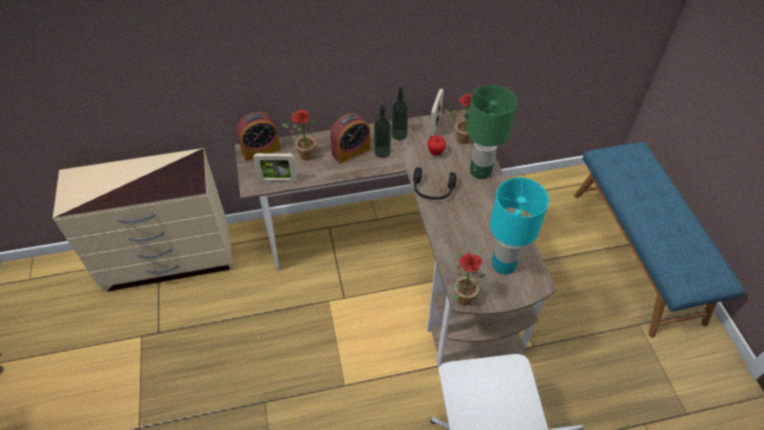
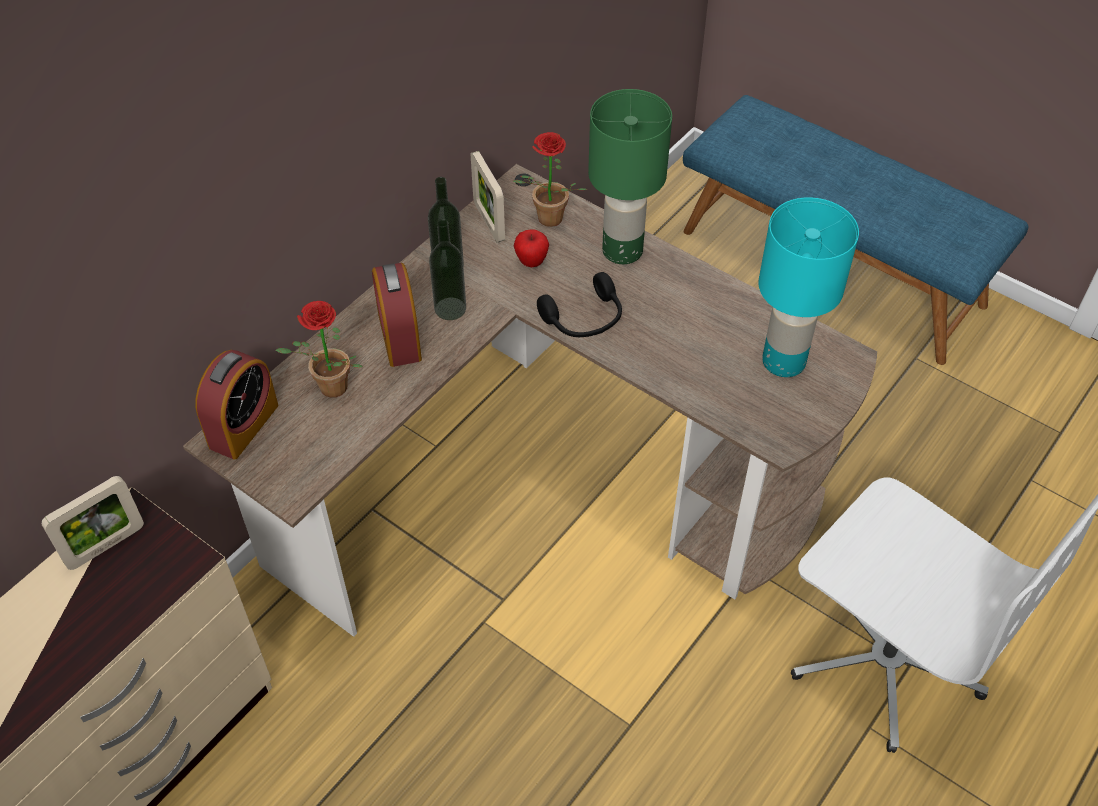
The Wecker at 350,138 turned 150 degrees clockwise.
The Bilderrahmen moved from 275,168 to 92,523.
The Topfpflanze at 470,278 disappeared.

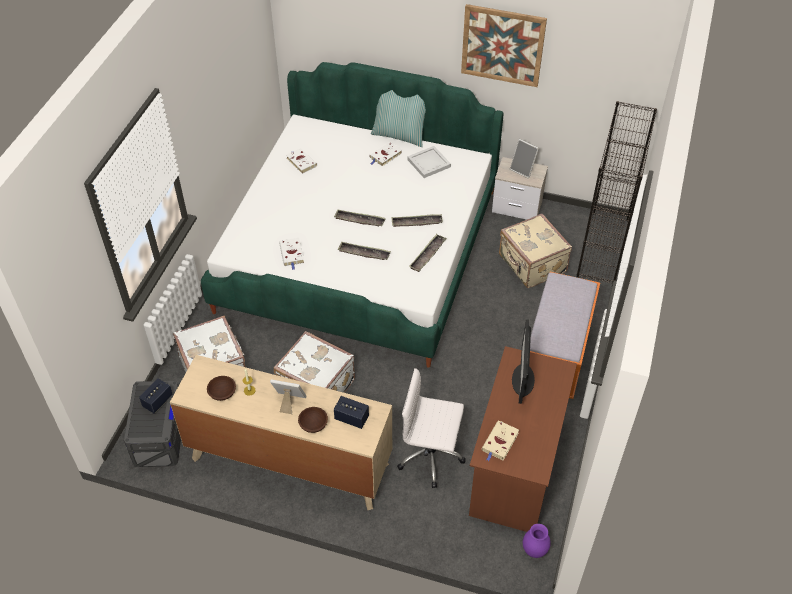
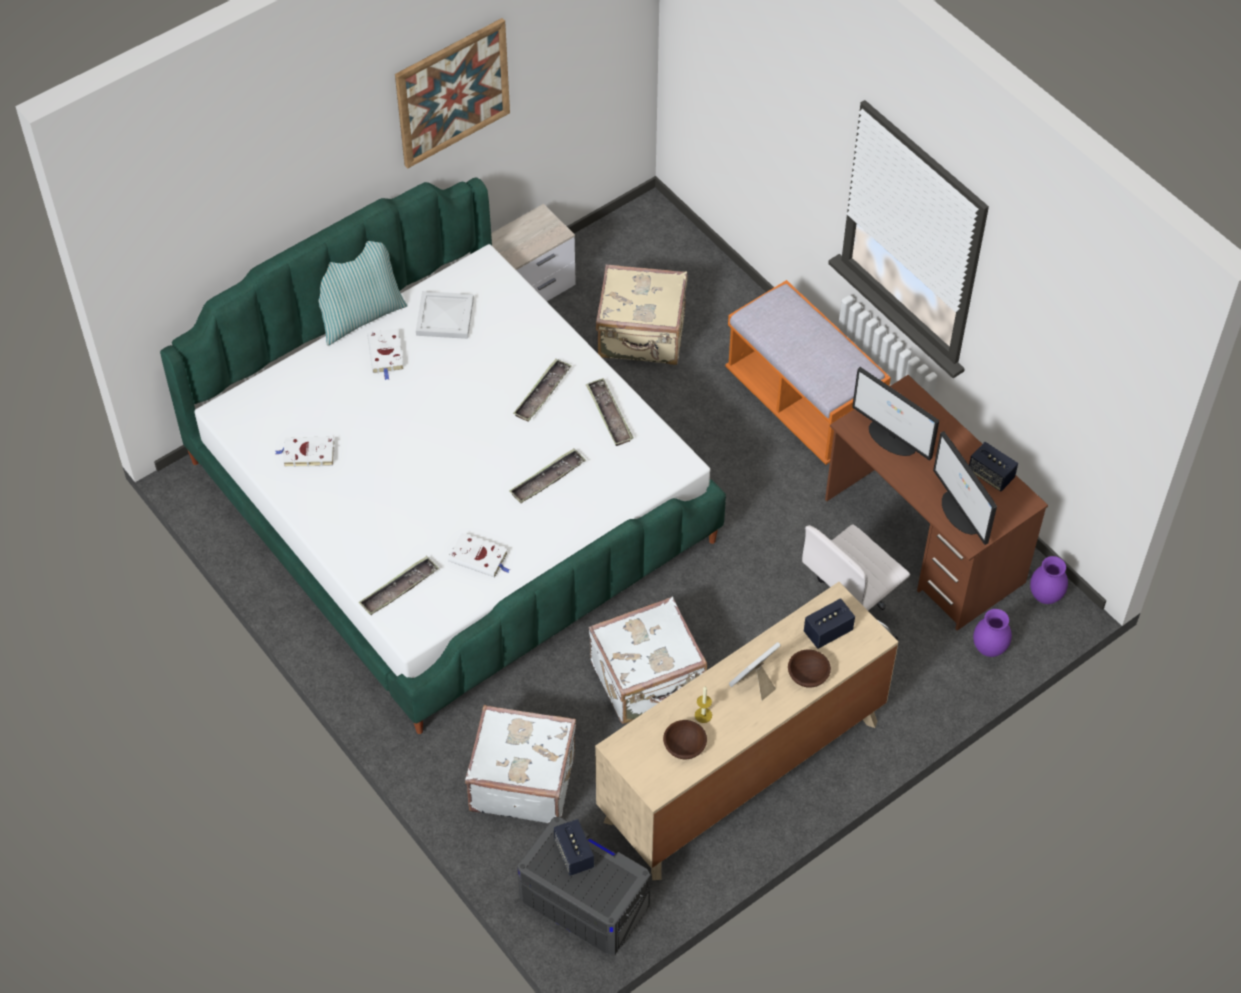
The Bücherregal (schwarz) at 617,193 disappeared.
The Bilderrahmen at 524,159 disappeared.
The Tablett moved from 360,217 to 398,585.
The Buch (beige) at 500,441 was replaced by the Monitor at 965,488.
The Lautsprecher at 993,467 appeared.
The Vase (lila) at 992,633 appeared.

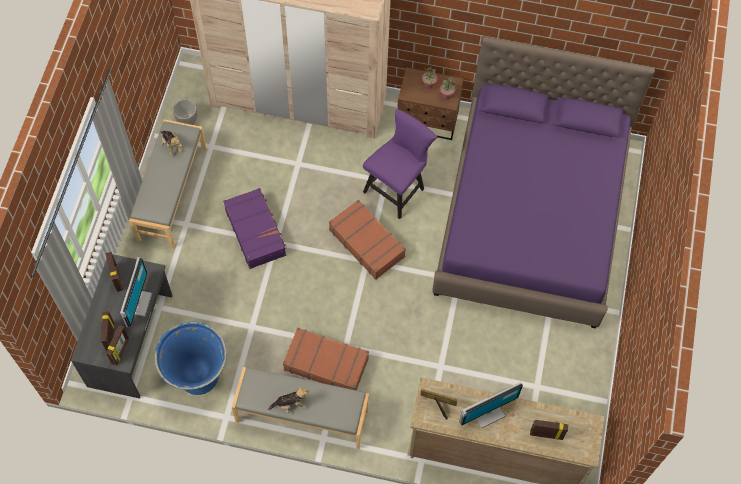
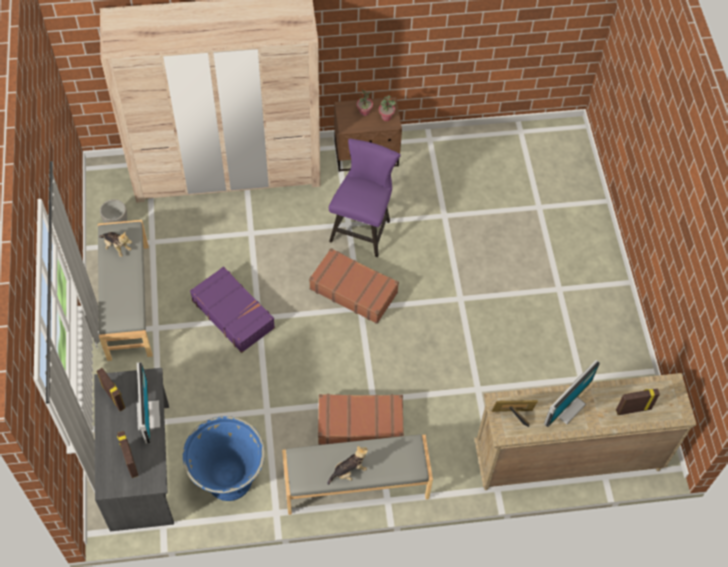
The Bett (lila) at 544,182 disappeared.
The Bilderrahmen at 117,345 disappeared.

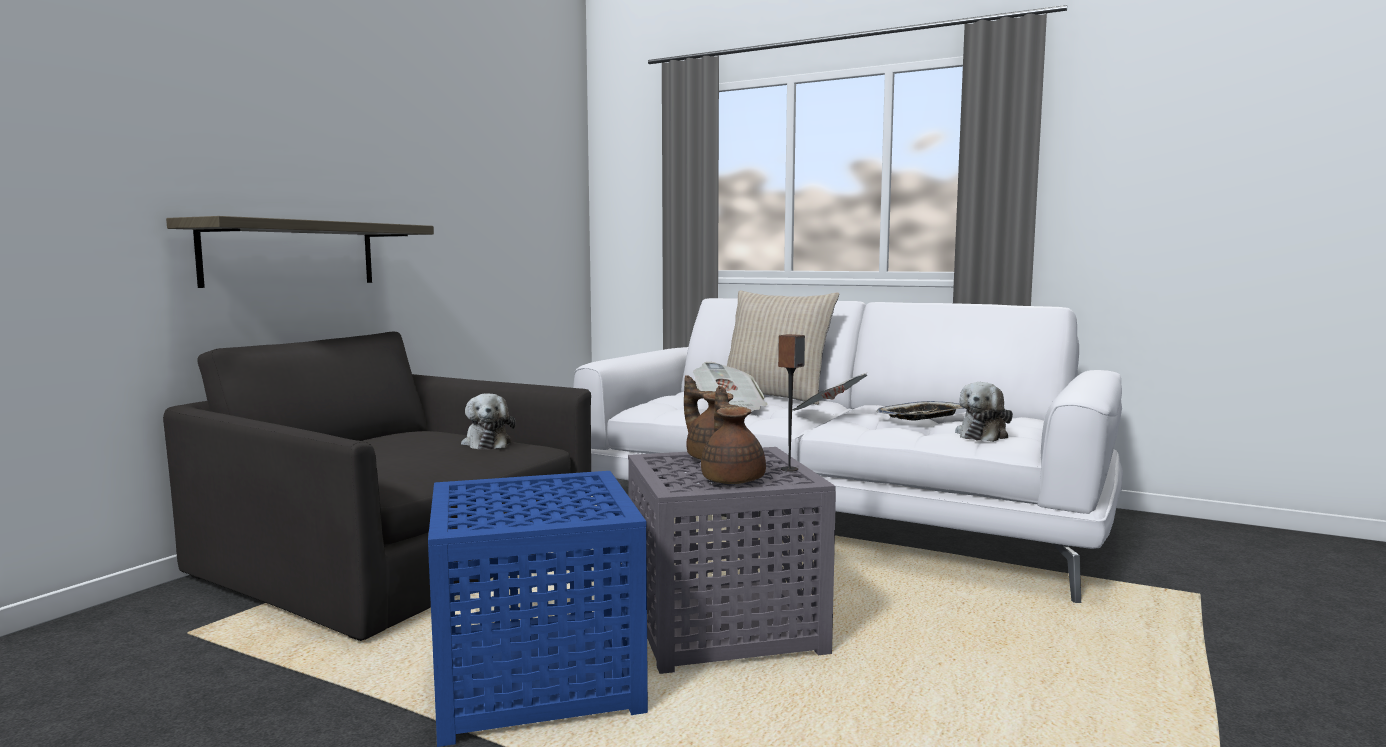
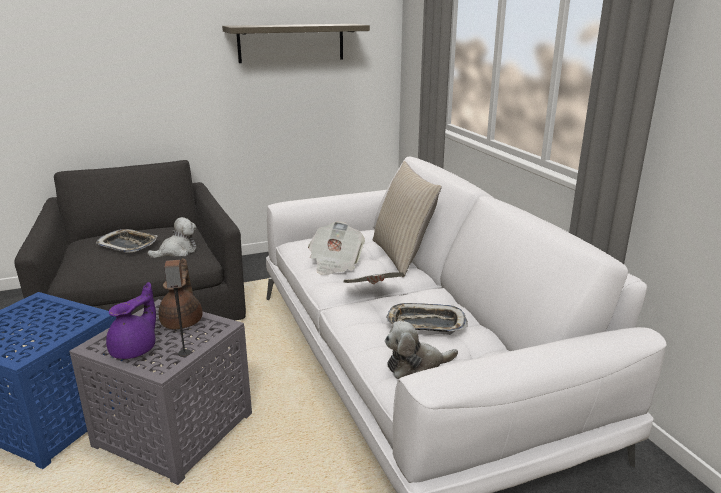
The Wandregal moved from 300,252 to 296,43.
The Teekanne (braun) at 733,435 became the Teekanne (lila) at 131,320.
The Plüschtier at 488,421 turned 150 degrees counterclockwise.
The Tablett at 127,241 appeared.

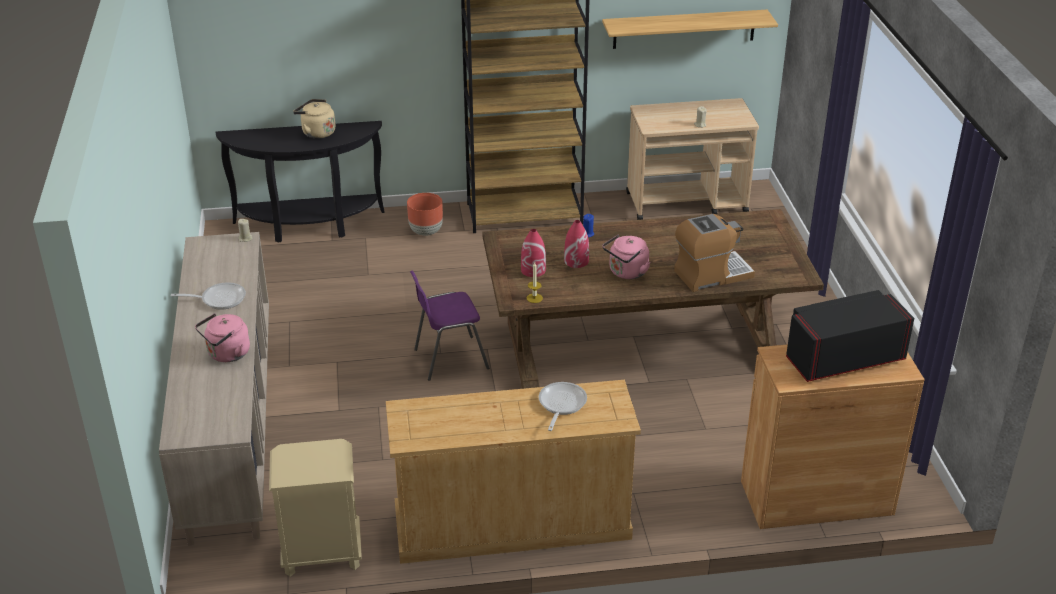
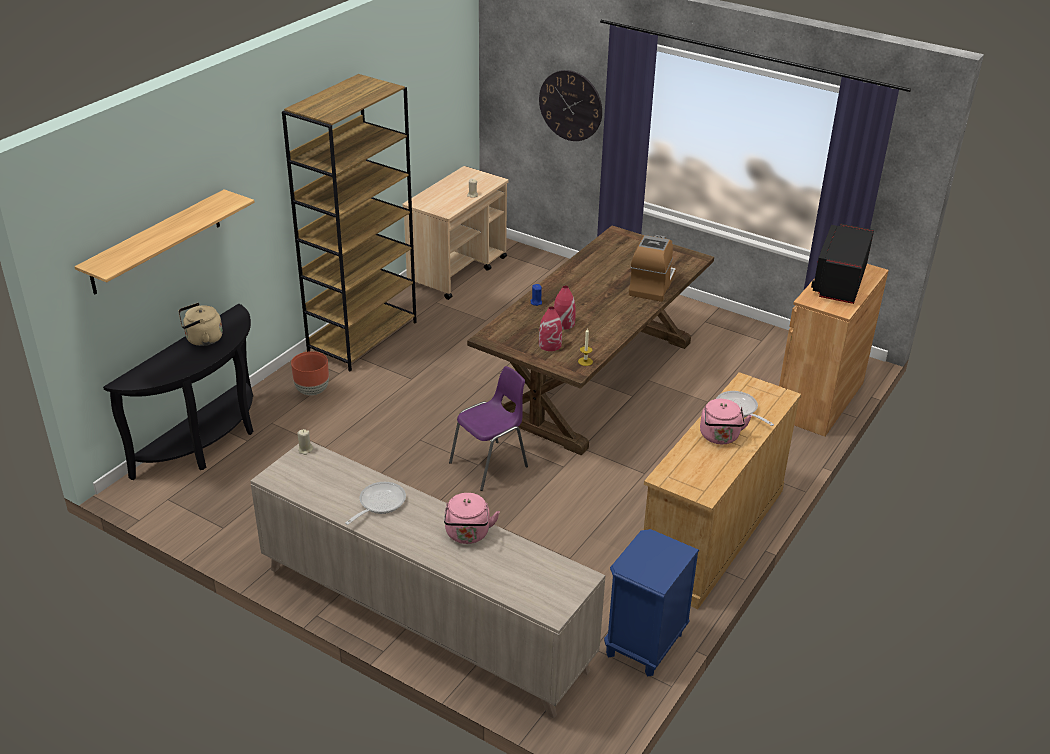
The Wandregal moved from 690,29 to 164,242.
The Wasserkessel (rosa) moved from 626,256 to 726,421.
The Stuhl (lila) at 449,326 turned 150 degrees counterclockwise.
The Nachttisch (beige) at 315,508 became the Nachttisch (blau) at 651,603.
The Wanduhr at 570,105 appeared.

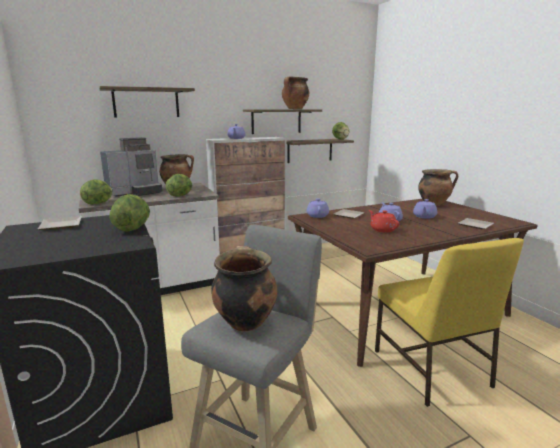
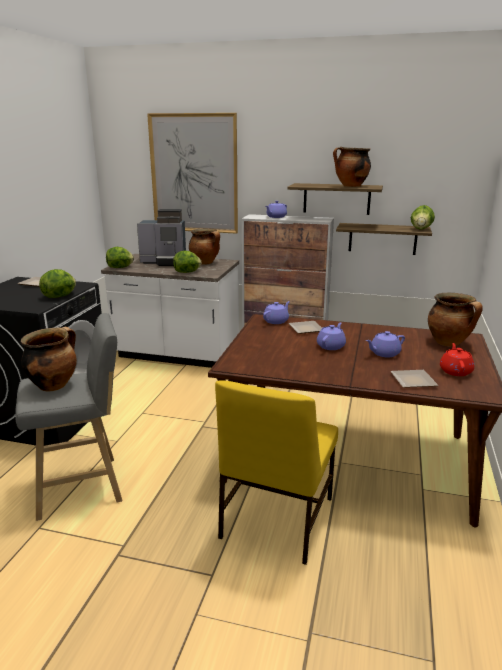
The Wandregal at 147,101 was replaced by the Bild at 192,173.
The Teekanne (rot) moved from 384,221 to 457,359.

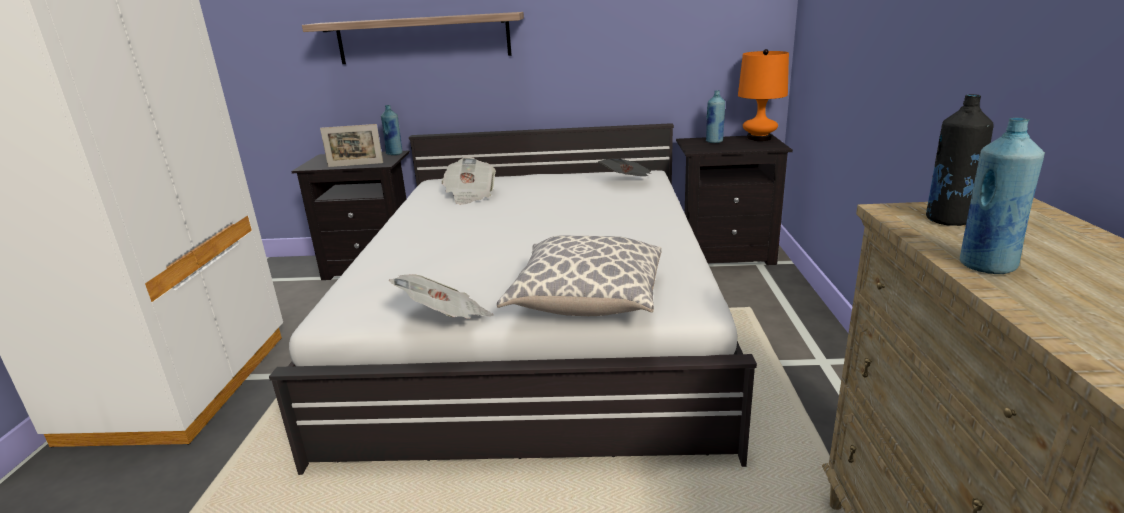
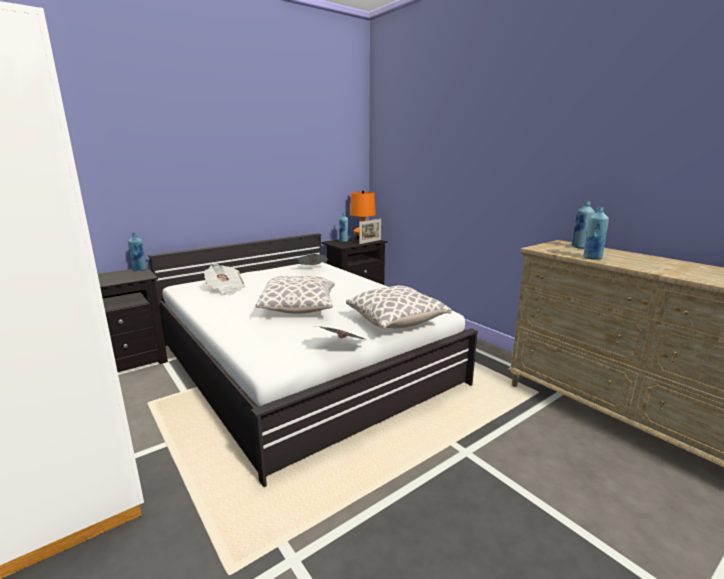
The Wandregal at 413,38 disappeared.
The Flasche (schwarz) at 960,160 disappeared.
The Bilderrahmen moved from 351,145 to 370,231.
The Flasche (blau) at 583,225 appeared.
The Kissen at 295,295 appeared.

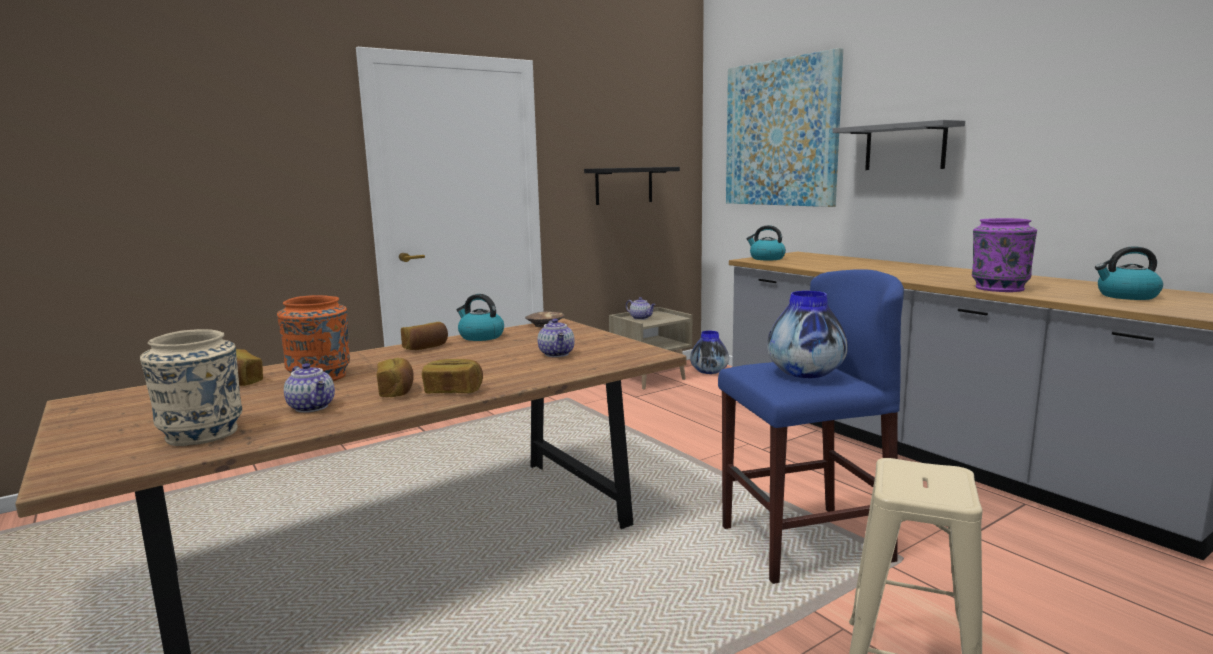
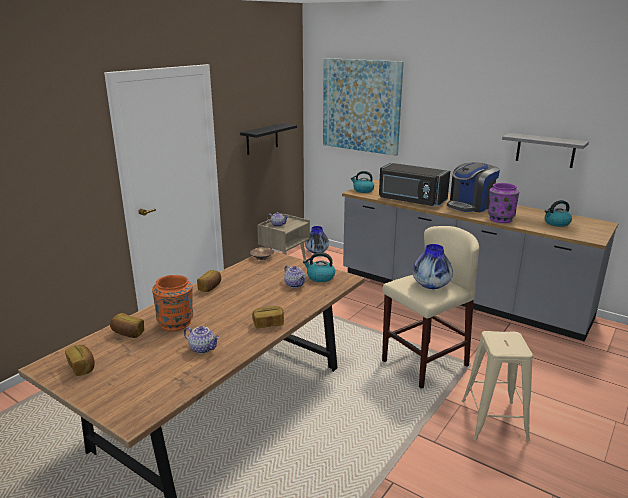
The Wandregal (grau) moved from 899,145 to 545,150.
The Hocker (blau) at 811,426 became the Hocker (beige) at 430,307.
The Wasserkessel moved from 480,317 to 319,267.
The Vase (beige) at 191,387 disappeared.
The Brot moved from 395,377 to 80,360.
The Kaffeemaschine at 473,187 appeared.
The Mikrowelle (schwarz) at 414,185 appeared.

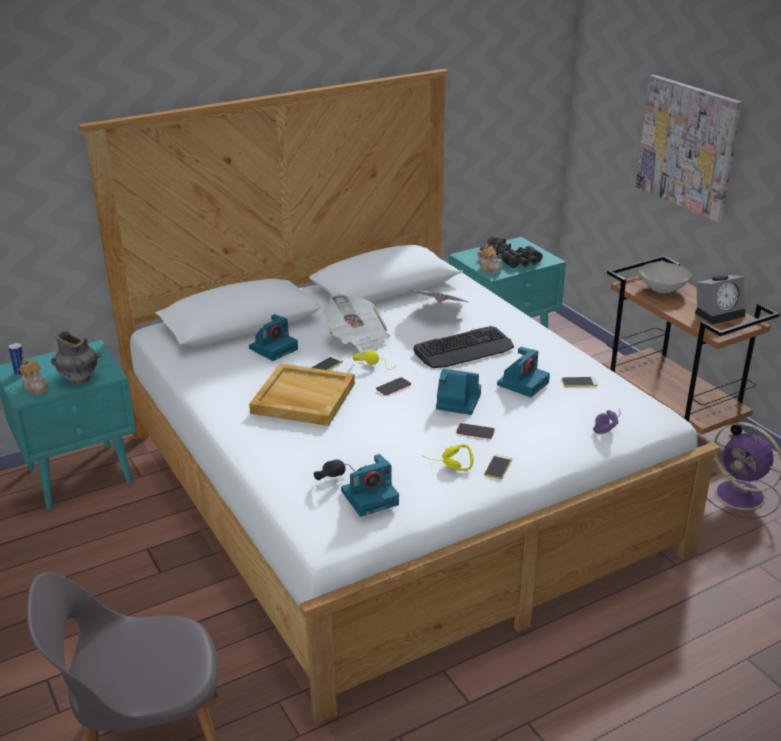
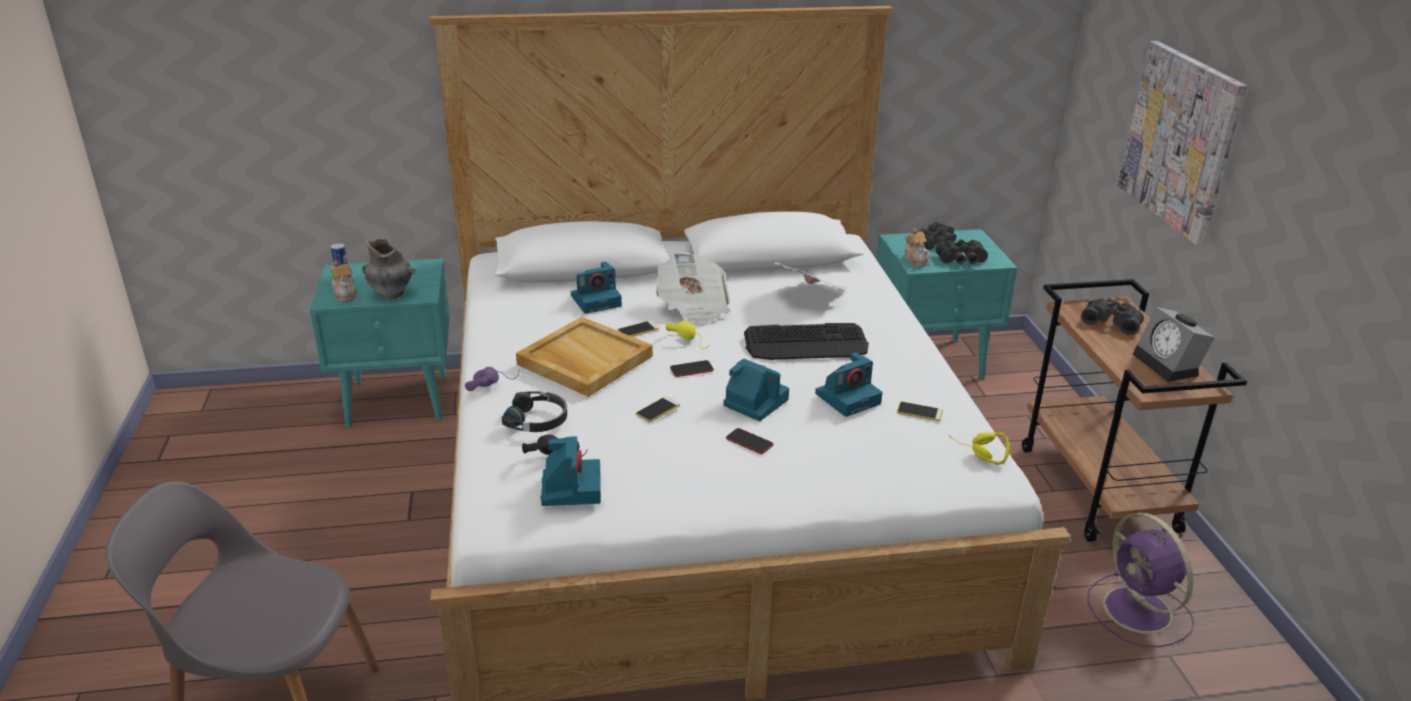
The Schüssel (weiß) at 665,277 was replaced by the Fernglas (schwarz) at 1112,316.
The Wecker at 720,299 turned 75 degrees clockwise.
The Kopfhörer (lila) moved from 606,421 to 492,379.
The Kopfhörer (gelb) moved from 448,457 to 979,448.
The Kamera at 370,485 turned 90 degrees counterclockwise.
The Handy moved from 498,466 to 658,409.
The Kopfhörer (schwarz) at 534,411 appeared.

